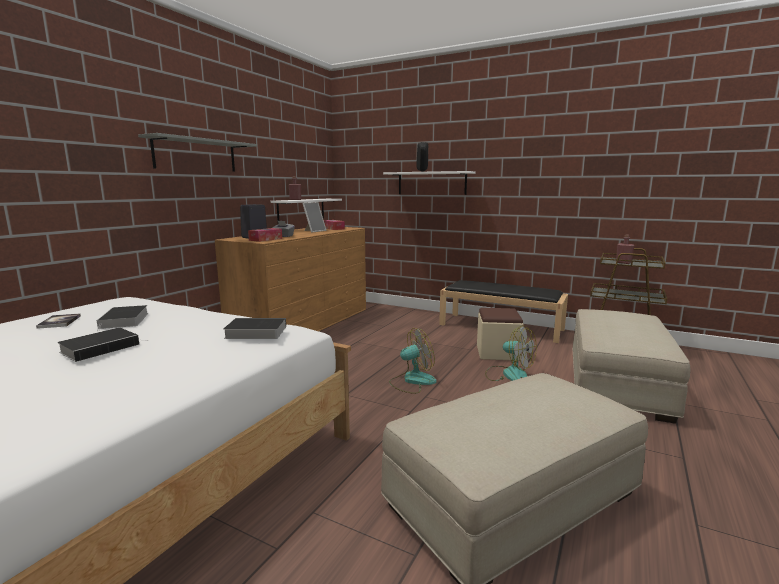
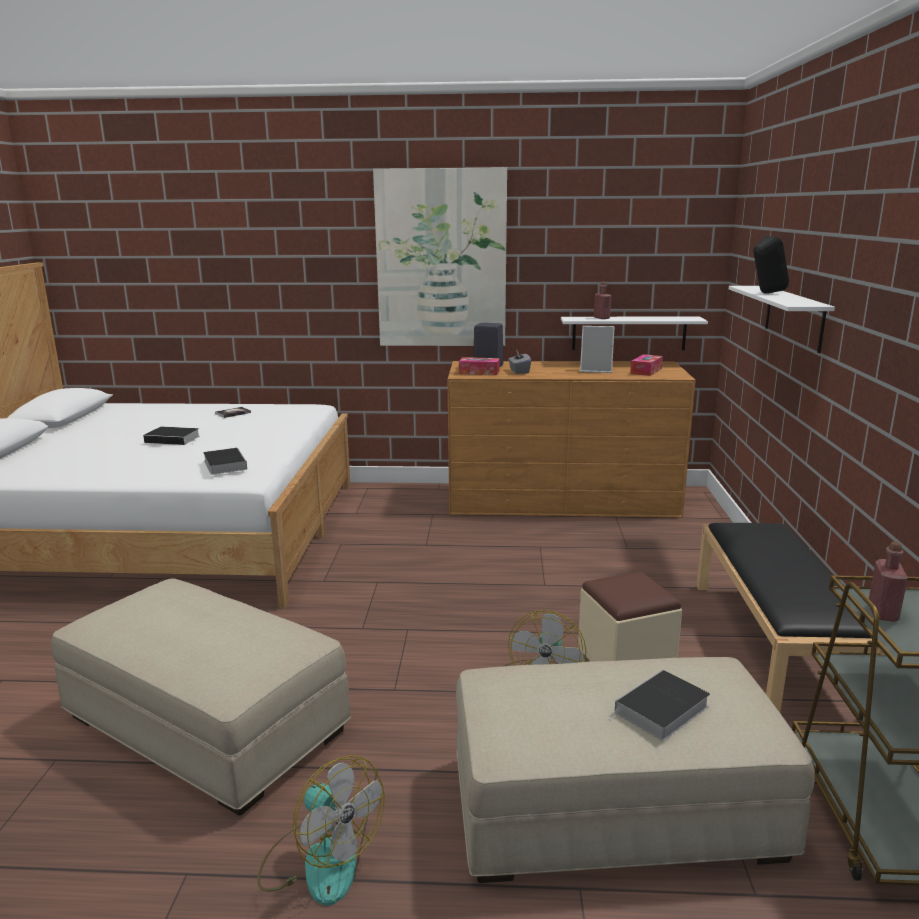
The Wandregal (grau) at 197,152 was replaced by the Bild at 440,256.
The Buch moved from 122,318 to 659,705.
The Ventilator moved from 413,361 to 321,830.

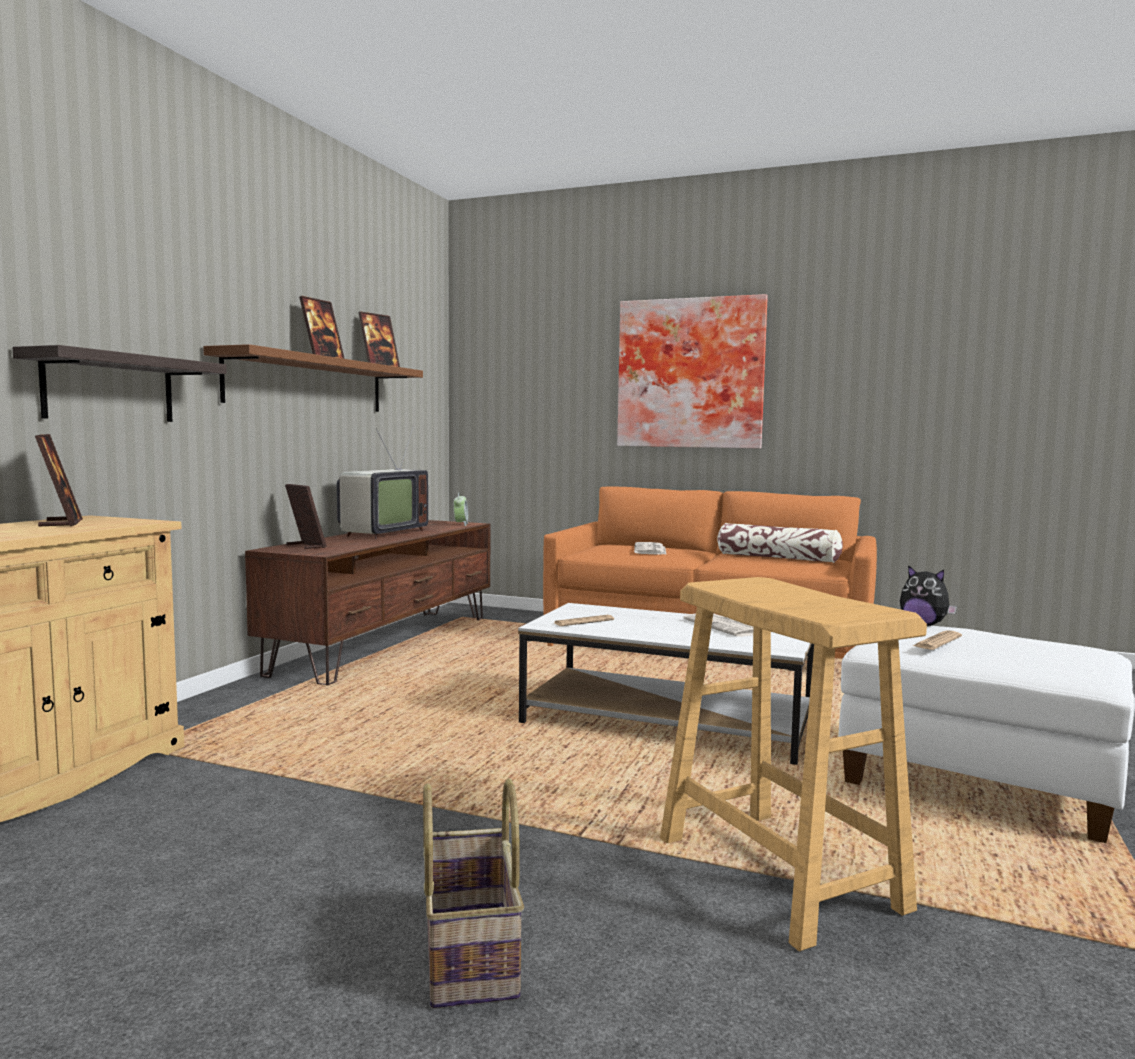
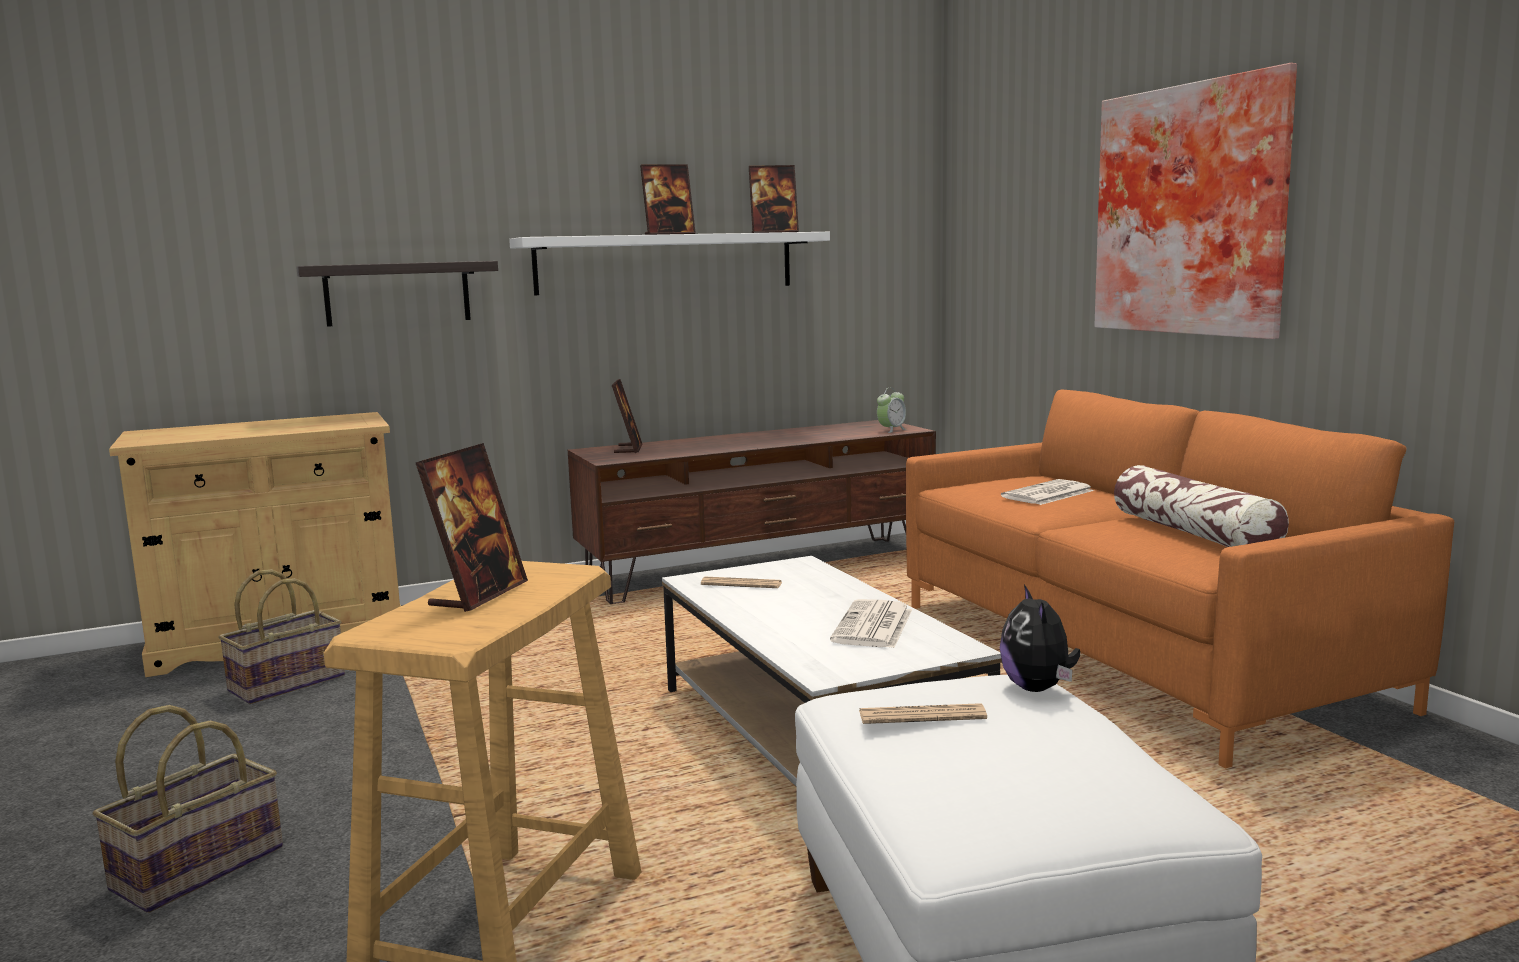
The Wandregal (braun) at 313,378 became the Wandregal (weiß) at 669,263.
The Fernseher at 382,482 disappeared.
The Bilderrahmen moved from 59,480 to 472,527.
The Korb at 281,636 appeared.

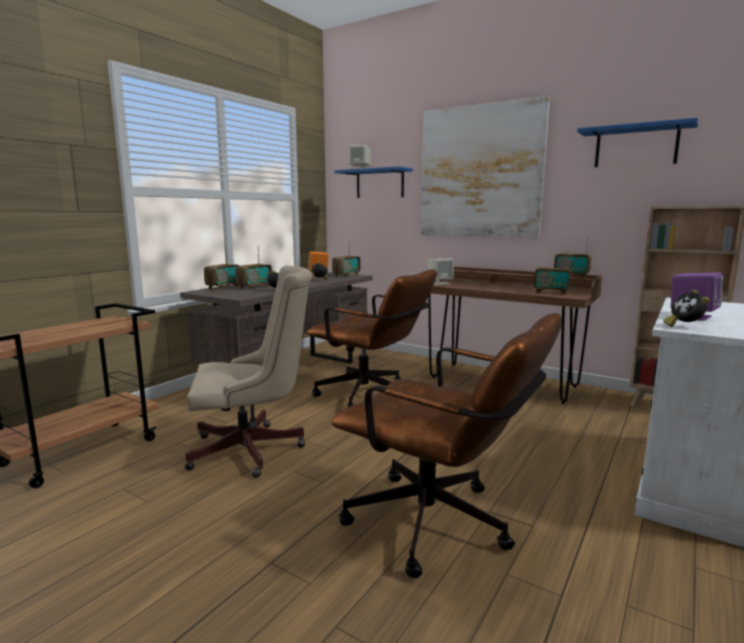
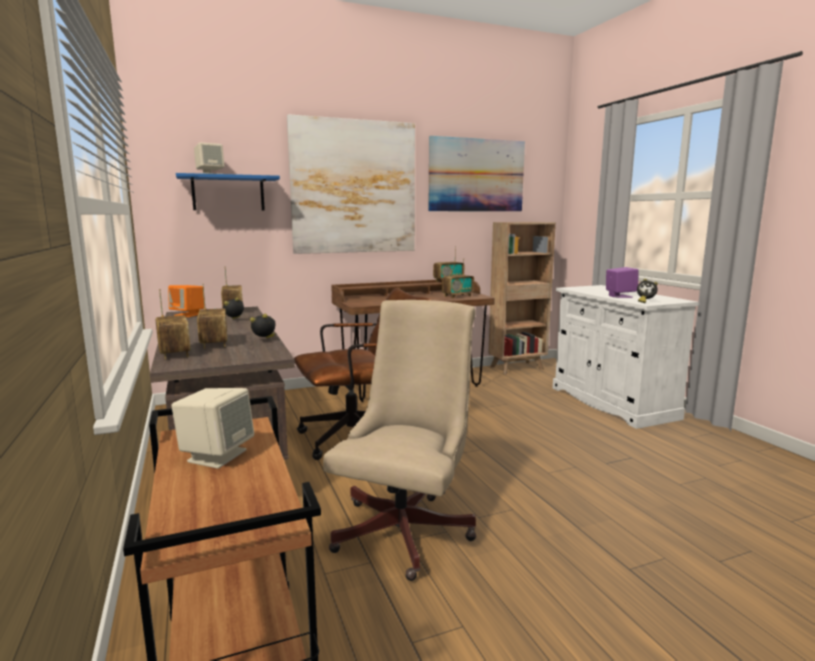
The Wandregal (blau) at 637,142 was replaced by the Bild at 476,174.
The Lautsprecher (beige) moved from 441,272 to 213,428.
The Bürostuhl (braun) at 446,445 disappeared.

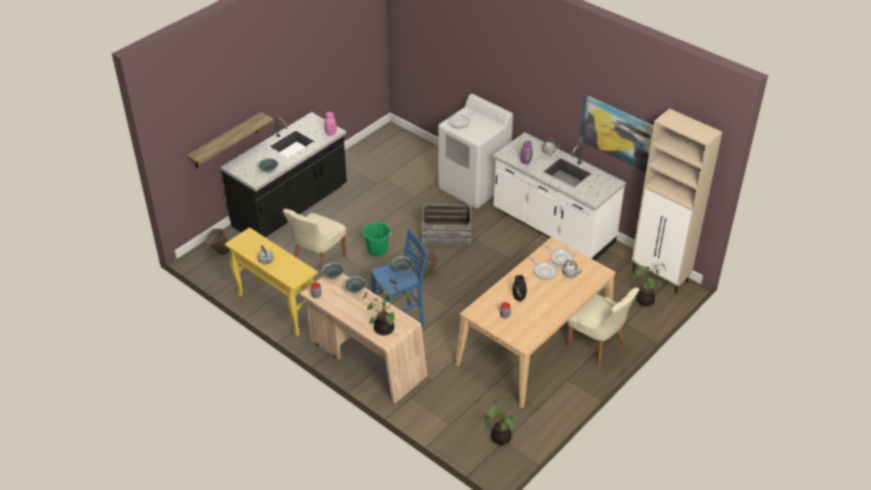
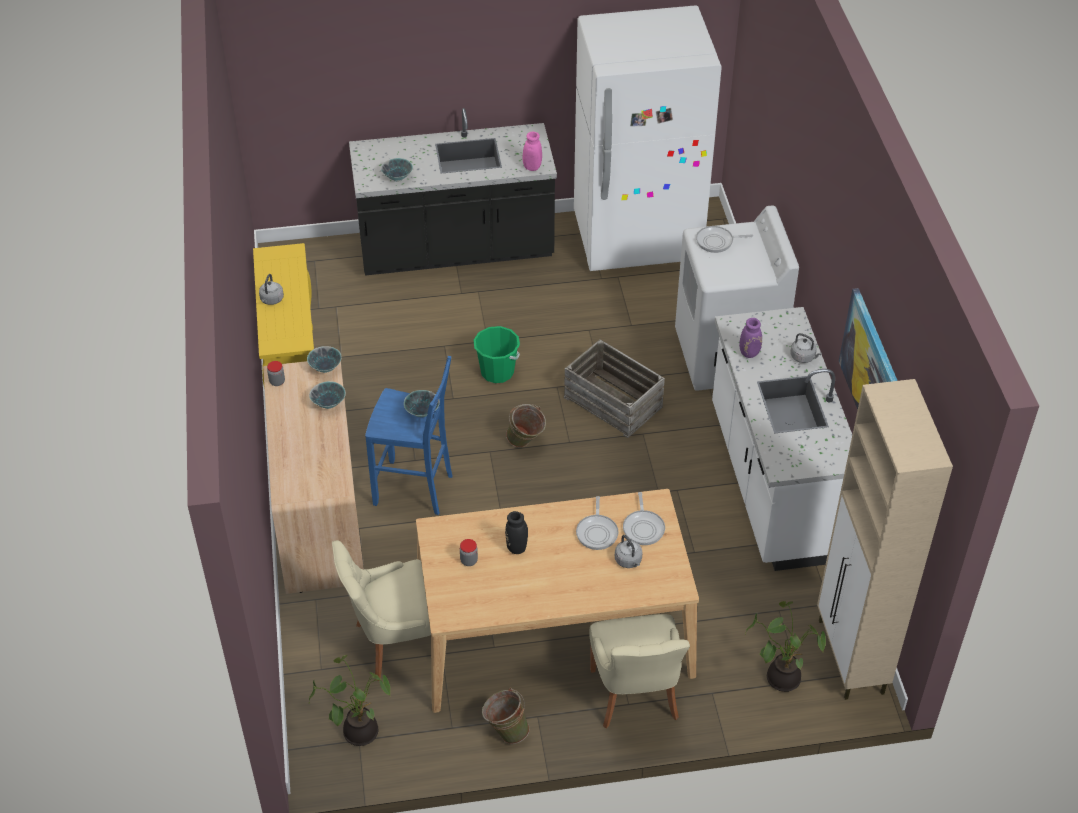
The Wandregal at 230,140 disappeared.
The Stuhl (beige) moved from 314,242 to 381,610.
The Eimer (grün) moved from 217,241 to 506,715.
The Topfpflanze at 386,306 disappeared.
The Kühlschrank (weiß) at 648,138 appeared.

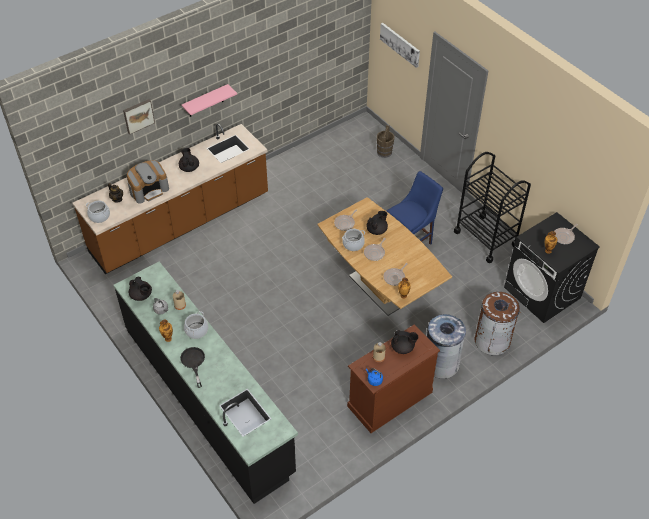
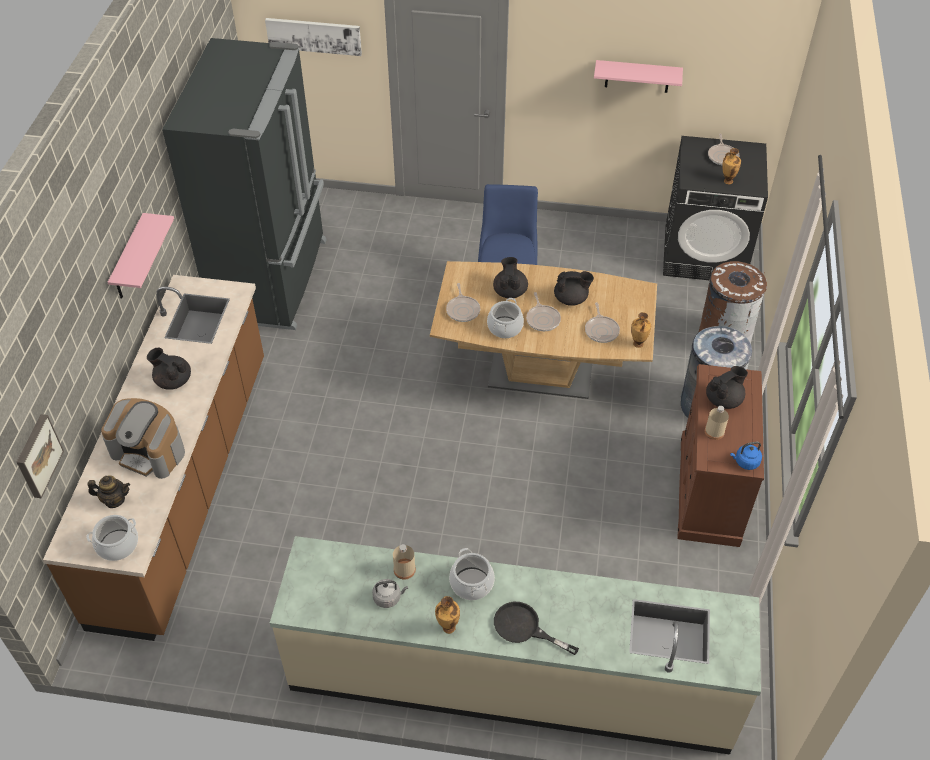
The Bild moved from 139,116 to 40,456.
The Eimer (braun) at 385,141 disappeared.
The Rollwagen (schwarz) at 492,207 disappeared.
The Kaffeemaschine at 148,182 turned 105 degrees clockwise.
The Küchenzeile (schwarz) at 206,383 became the Küchenzeile (beige) at 515,645.
The Teekanne (schwarz) moved from 140,289 to 574,288.
The Kühlschrank (schwarz) at 244,184 appeared.
The Wandregal (rosa) at 638,76 appeared.

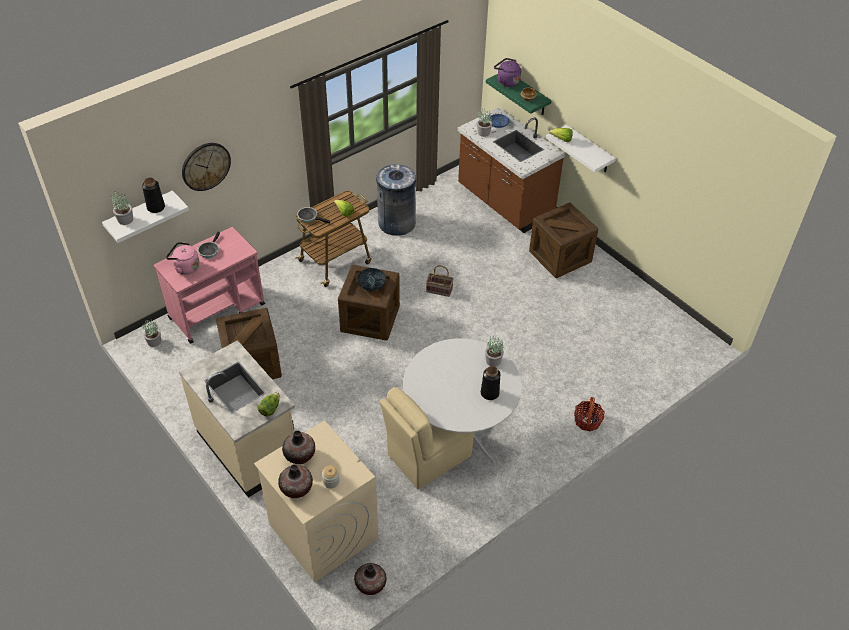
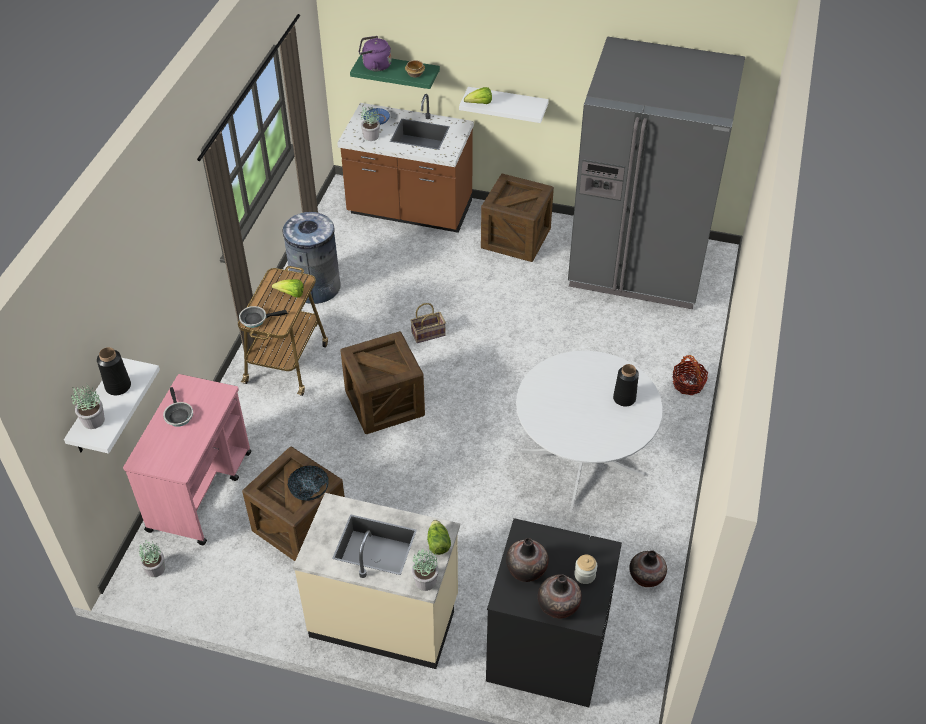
The Wanduhr at 206,167 disappeared.
The Wasserkessel (rosa) at 183,258 disappeared.
The Schüssel moved from 371,279 to 308,483.
The Topfpflanze moved from 494,352 to 425,570.
The Stuhl (beige) at 427,438 disappeared.
The Waschmaschine (beige) at 316,501 became the Waschmaschine (schwarz) at 554,612.
The Vase moved from 370,579 to 648,568.
The Kühlschrank (grau) at 656,173 appeared.

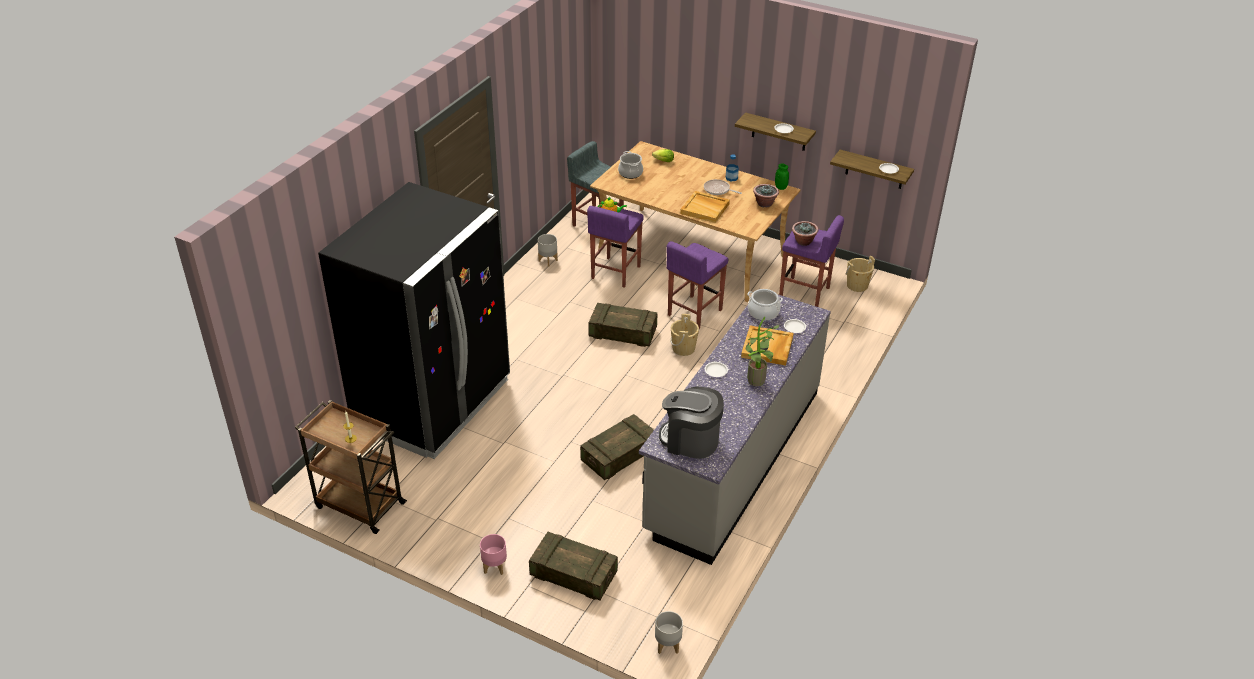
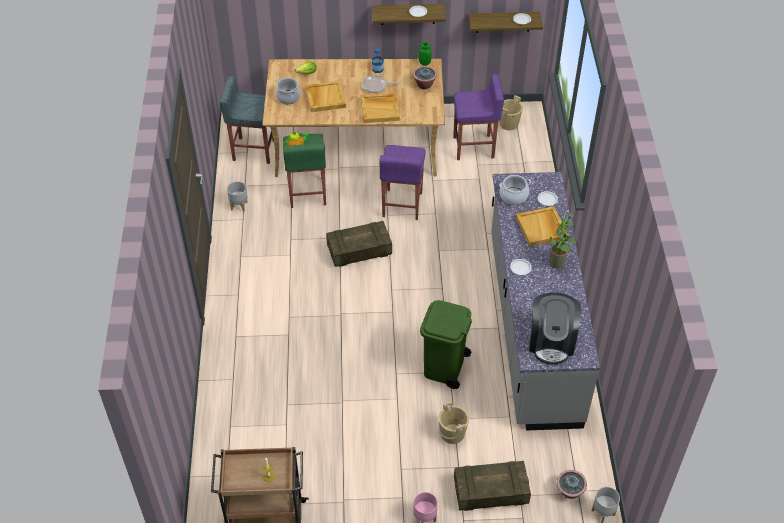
The Kühlschrank (schwarz) at 414,320 disappeared.
The Hocker (lila) at 615,247 became the Hocker (grün) at 304,171.
The Topfpflanze moved from 805,233 to 572,484.
The Eimer (beige) moved from 684,335 to 453,422.
The Kaffeemaschine at 691,422 turned 75 degrees counterclockwise.
The Kiste at 617,447 was replaced by the Mülleimer (grün) at 446,344.
The Tablett (beige) at 325,96 appeared.

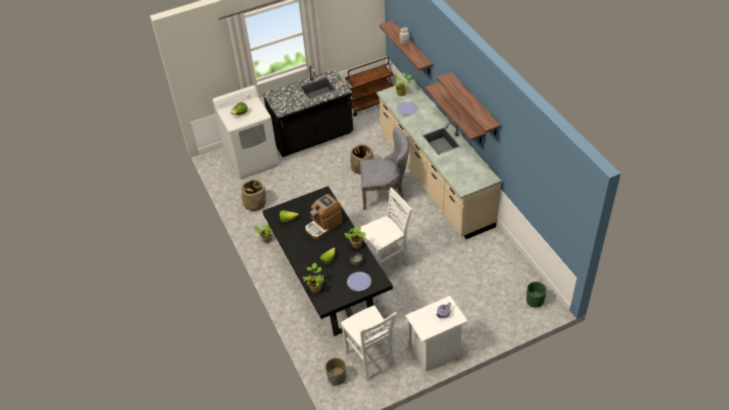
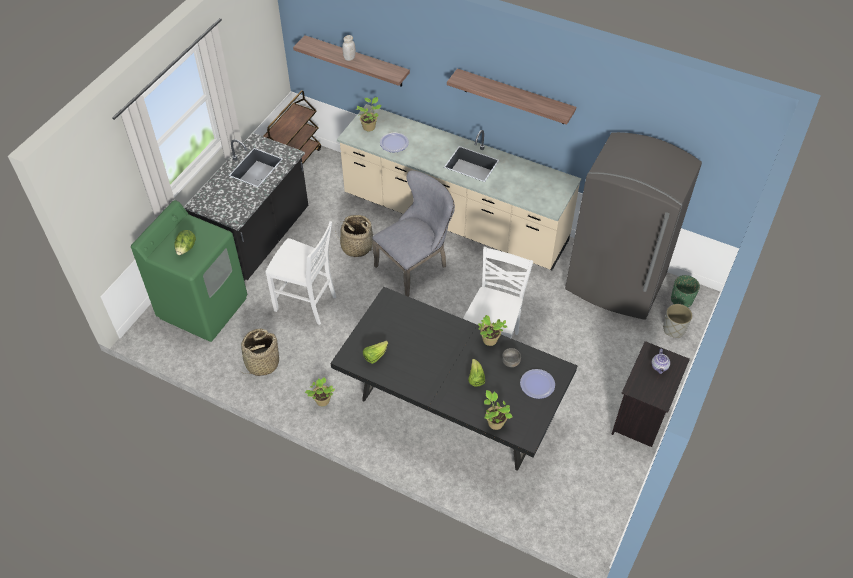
The Wandregal at 455,112 disappeared.
The Waschmaschine (weiß) at 245,132 became the Waschmaschine (grün) at 189,271.
The Kaffeemaschine at 323,216 disappeared.
The Nachttisch (weiß) at 436,334 became the Nachttisch (schwarz) at 650,394.
The Stuhl (weiß) moved from 369,343 to 300,273.
The Pflanzkübel (grau) moved from 335,372 to 677,321.
The Kühlschrank (grau) at 633,226 appeared.

